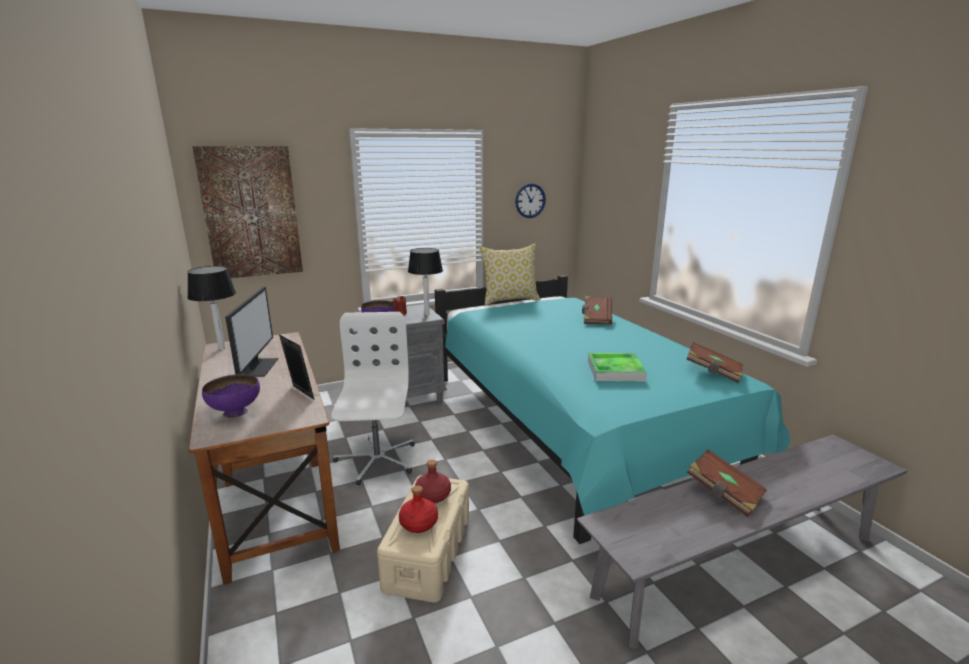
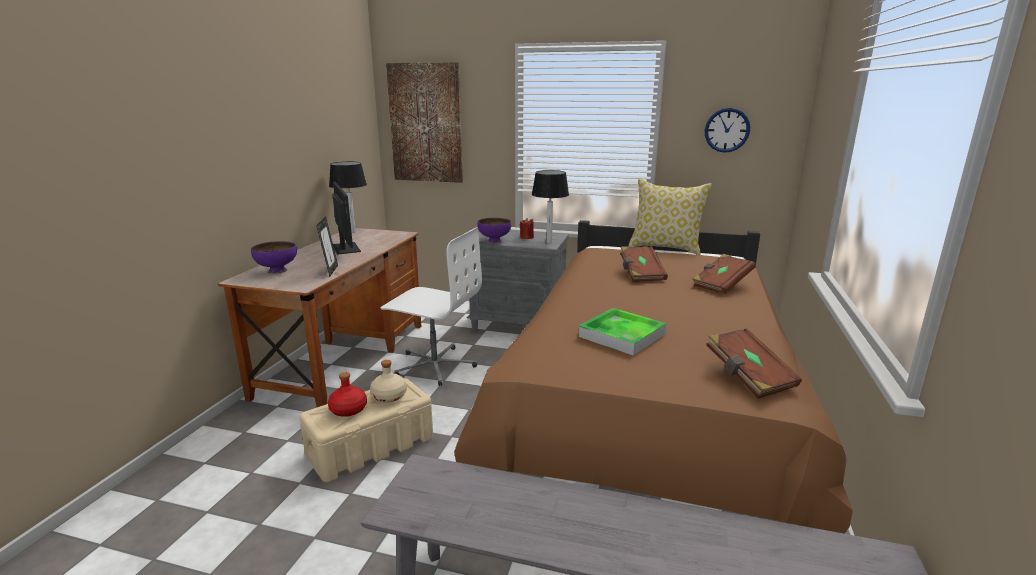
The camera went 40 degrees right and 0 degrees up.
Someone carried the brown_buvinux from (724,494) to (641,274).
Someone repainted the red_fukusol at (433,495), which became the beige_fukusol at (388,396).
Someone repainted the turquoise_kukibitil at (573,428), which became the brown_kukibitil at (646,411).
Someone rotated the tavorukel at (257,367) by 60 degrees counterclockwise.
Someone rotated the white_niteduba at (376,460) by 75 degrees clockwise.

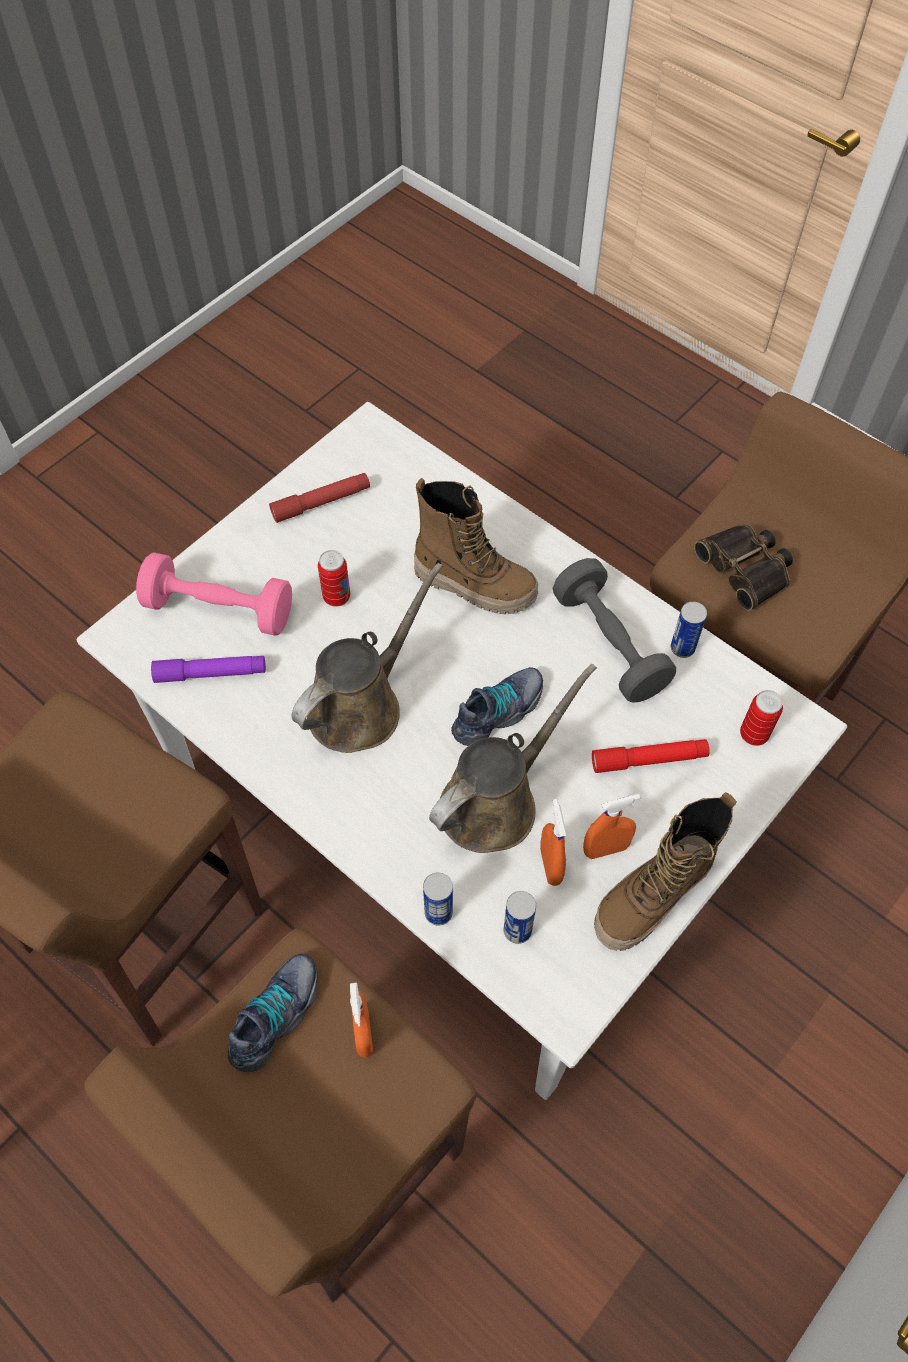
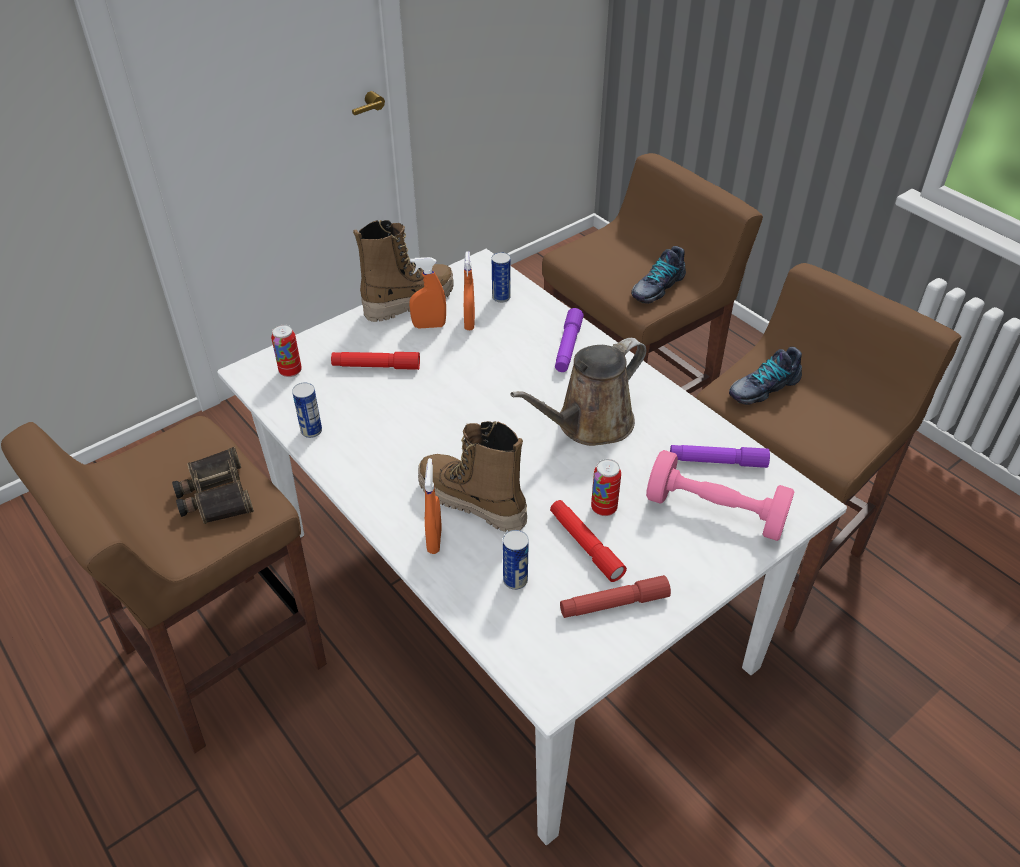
The camera went 170 degrees left and 15 degrees down.
Someone took away the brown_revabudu at (495,801).
Someone took away the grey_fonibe at (609,644).
Someone put down the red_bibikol at (585,545).
Someone put down the purple_bibikol at (568,346).
Someone carried the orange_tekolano from (363,1034) to (434,540).
Someone carried the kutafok from (438,912) to (515,580).
Someone carried the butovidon from (499,712) to (763,387).

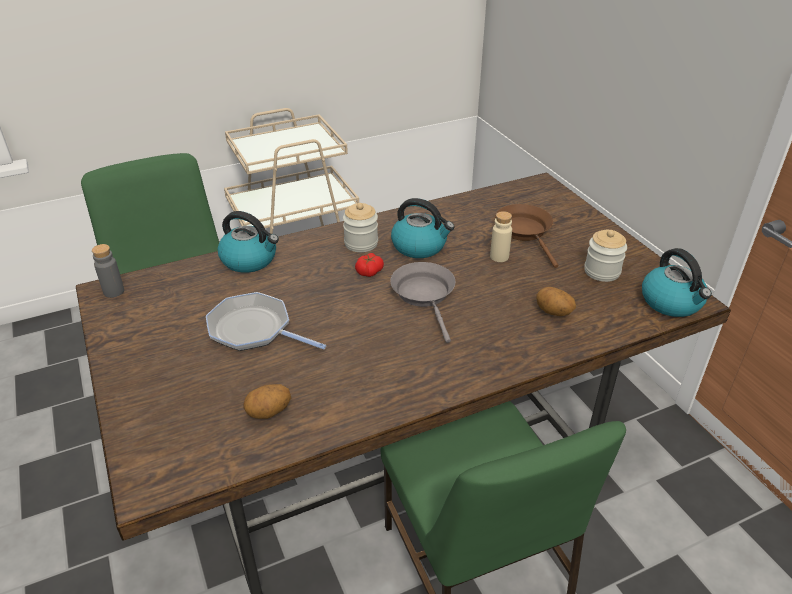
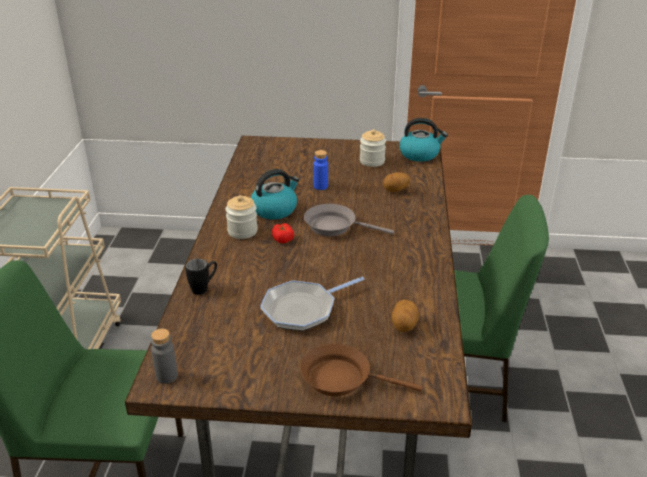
The camera went 60 degrees left and 5 degrees down.
Someone carried the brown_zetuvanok from (525,232) to (341,378).
Someone swapped the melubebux at (250,260) for the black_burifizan at (204,288).
Someone repainted the beige_fukusol at (499,257), which became the blue_fukusol at (320,186).

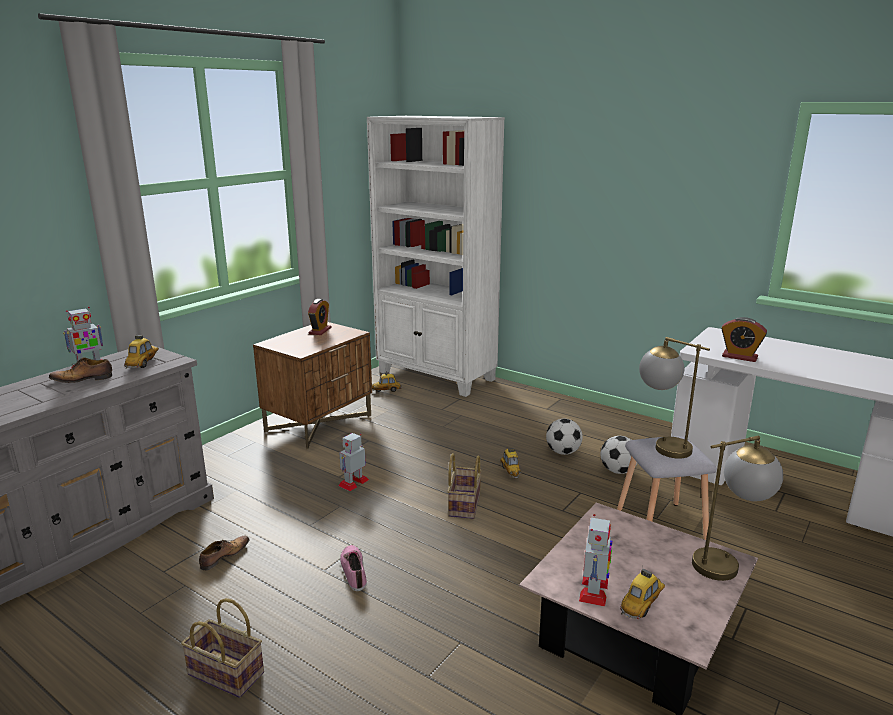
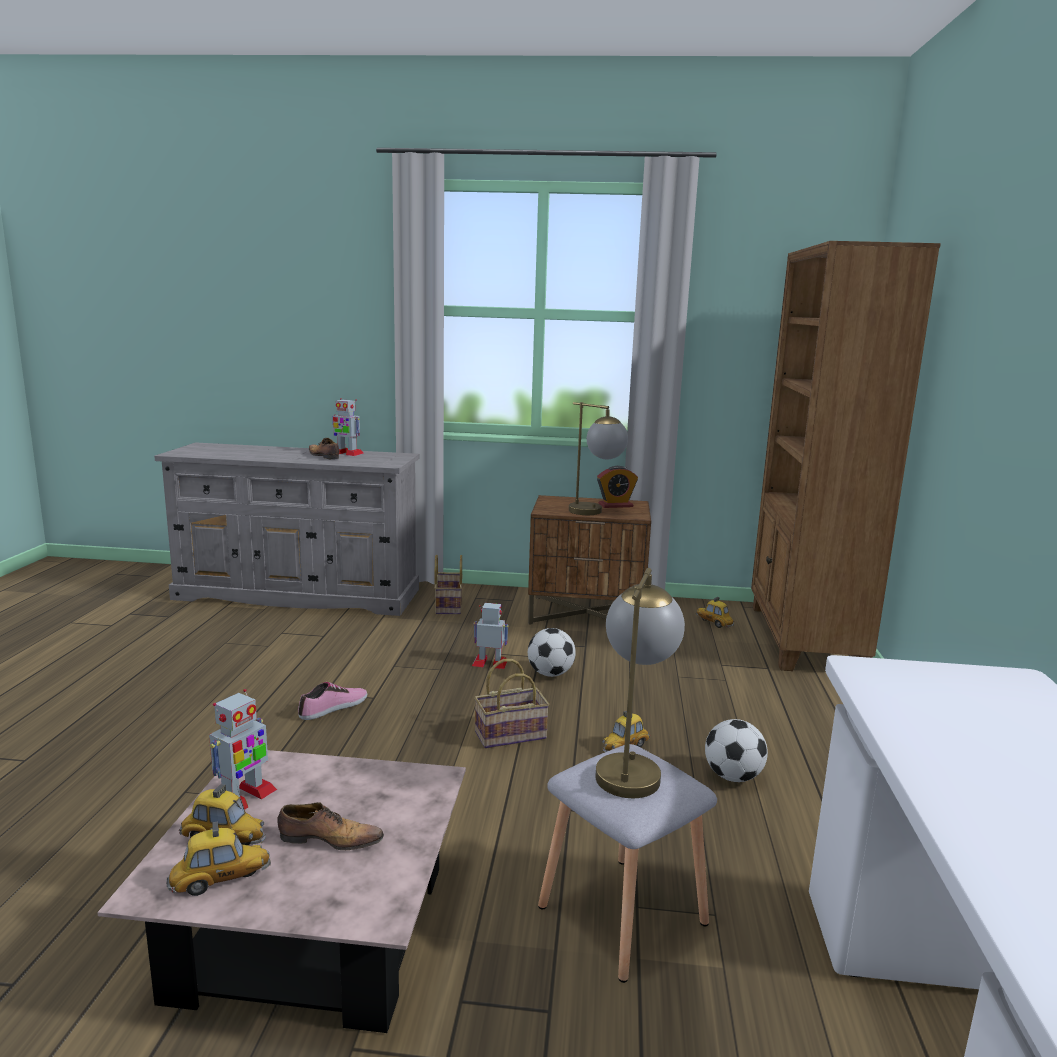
The camera went 60 degrees right and 5 degrees down.
Someone took away the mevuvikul at (739,357).
Someone carried the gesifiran from (143,363) to (220,881).
Someone carried the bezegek from (223,674) to (447,605).
Someone carried the butovidon from (224,556) to (329,840).
Someone carried the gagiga from (618,471) to (550,674).
Someone carried the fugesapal from (727,562) to (595,513).
Someone repainted the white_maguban at (436,376), which became the brown_maguban at (803,639).
Someone rotated the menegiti at (594,591) by 45 degrees counterclockwise.

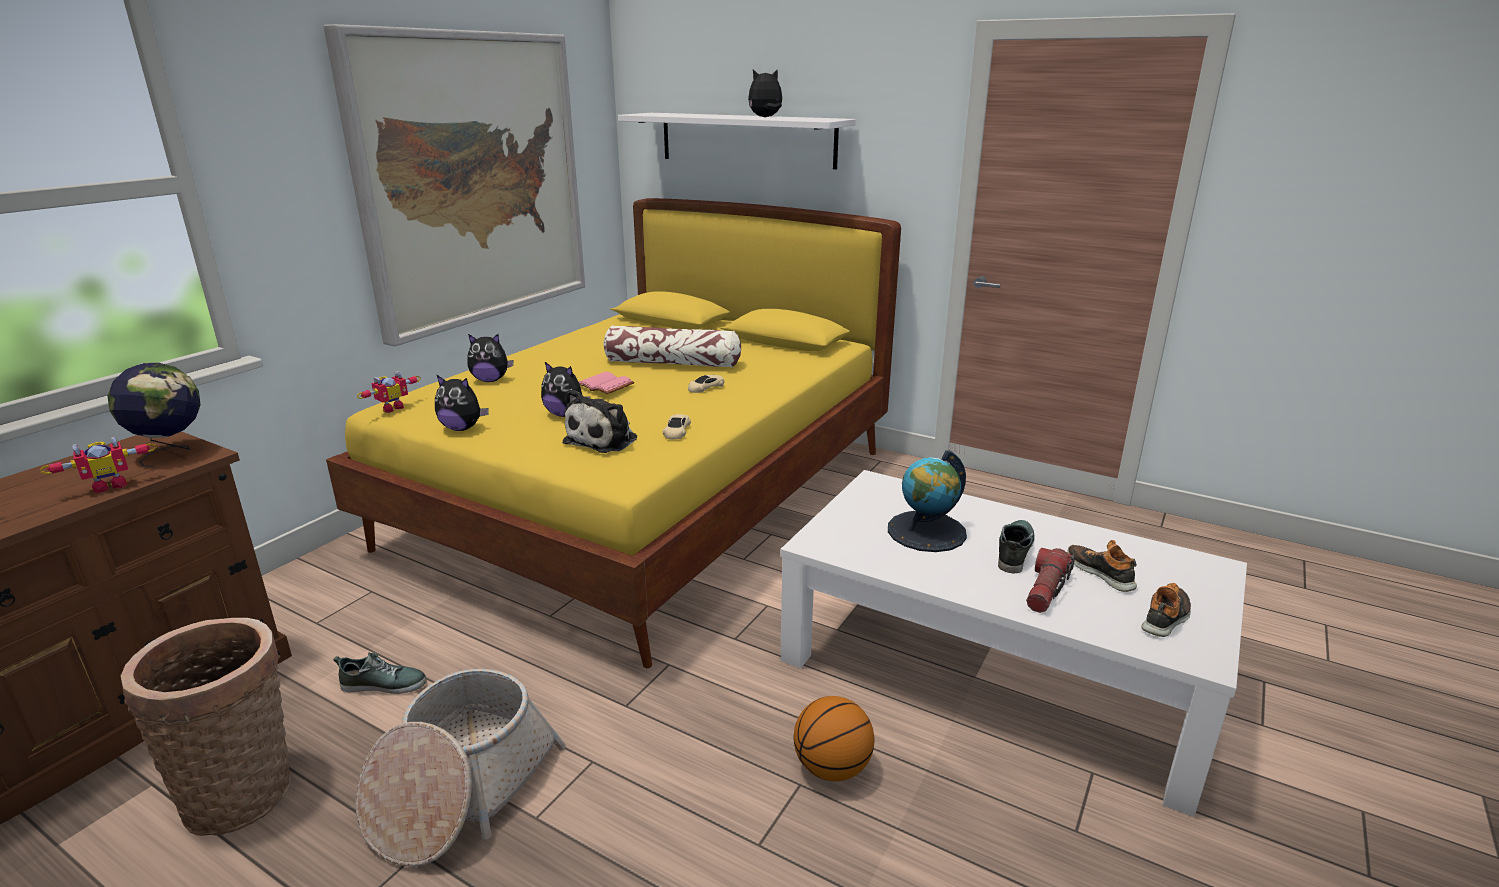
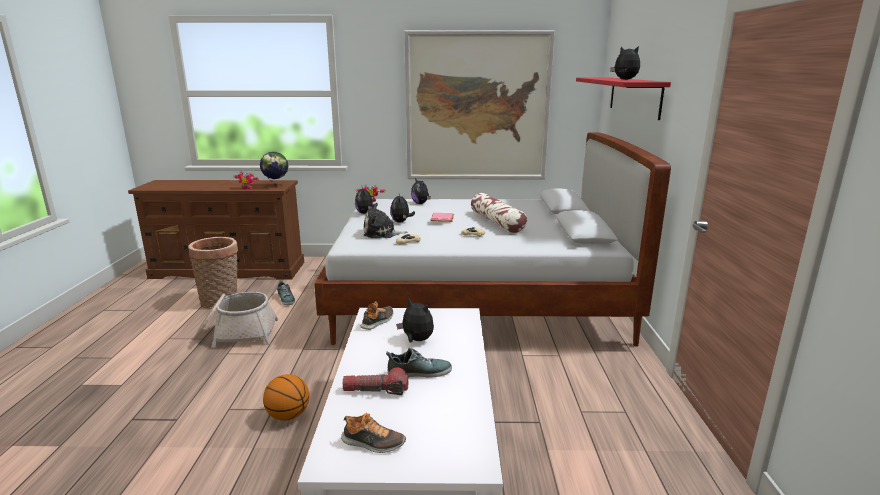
The camera went 60 degrees right and 5 degrees down.
Someone carried the butovidon from (1101,573) to (378,321).
Someone swapped the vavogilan at (926,531) for the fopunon at (416,340).
Someone repainted the yellow_kukibitil at (650,499), which became the white_kukibitil at (475,299).
Someone repainted the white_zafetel at (746,139), which became the red_zafetel at (634,96).

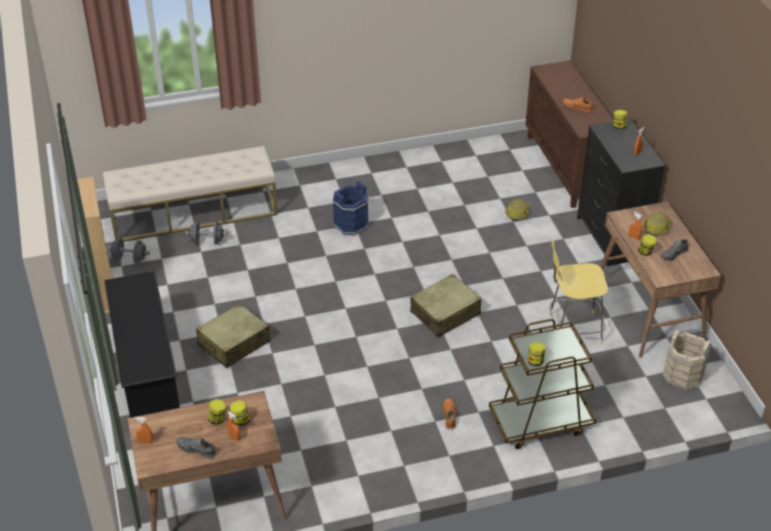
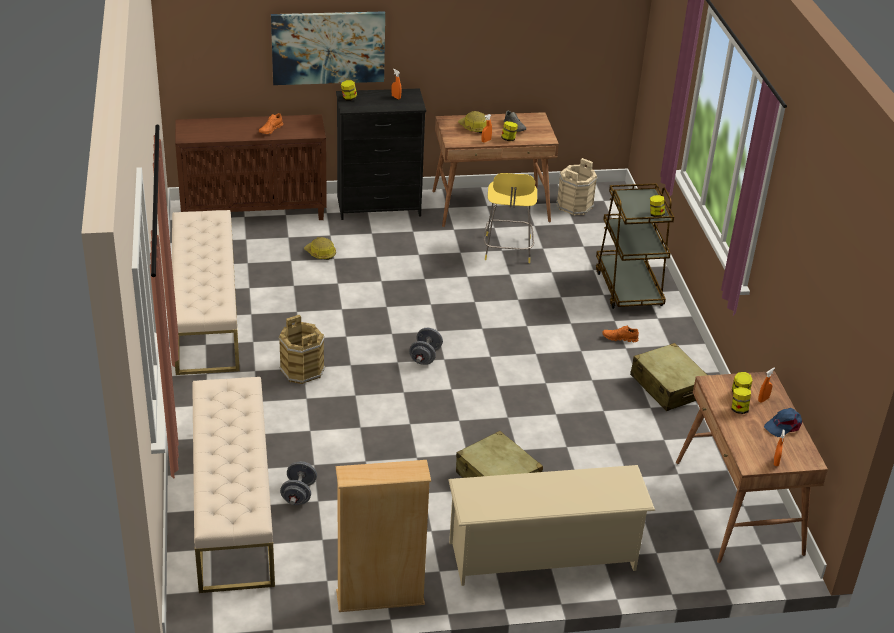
The camera went 85 degrees left and 5 degrees down.
Someone put down the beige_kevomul at (206,313).
Someone put up the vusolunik at (328,47).
Someone carried the grey_fonibe from (130,259) to (425,356).
Someone carried the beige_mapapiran from (445,313) to (668,386).
Someone swapped the grey_butovidon at (196,450) for the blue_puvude at (783,426).
Someone repainted the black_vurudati at (148,374), which became the beige_vurudati at (543,556).
Someone repainted the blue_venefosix at (351,224), which became the brown_venefosix at (302,370).

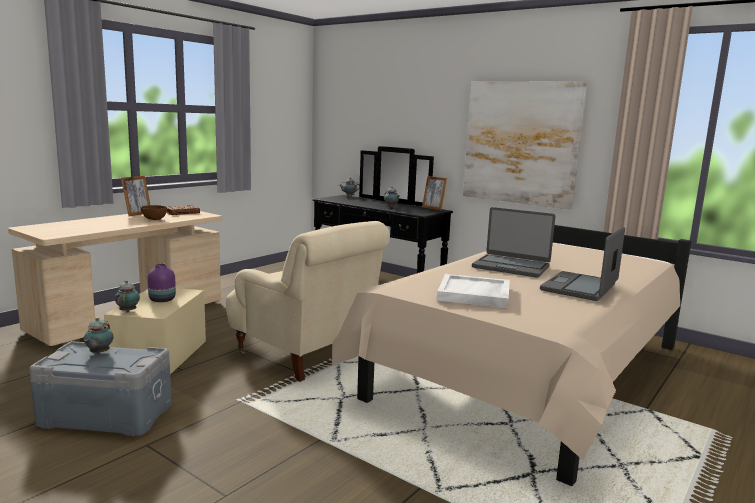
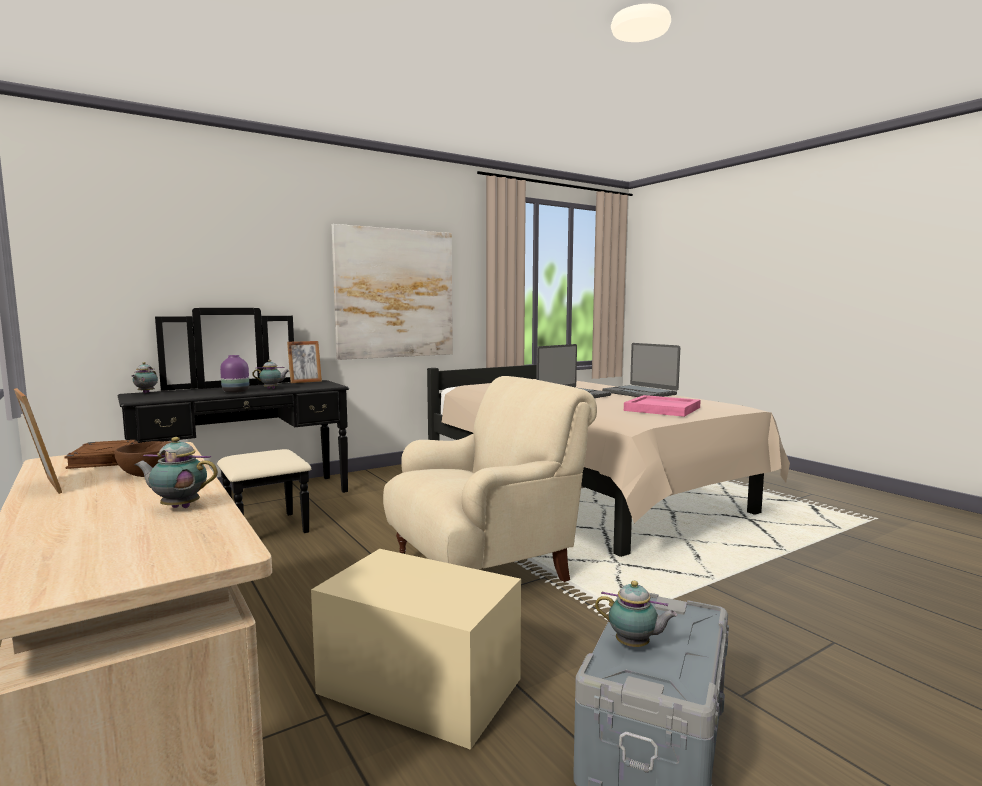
The camera went 70 degrees left and 5 degrees down.
Someone carried the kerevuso from (128,311) to (178,507).
Someone carried the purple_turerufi from (163,300) to (236,391).
Someone repainted the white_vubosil at (474,294), which became the pink_vubosil at (663,409).

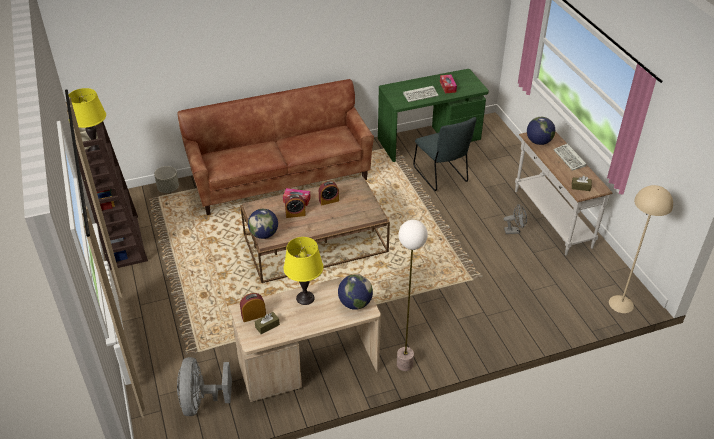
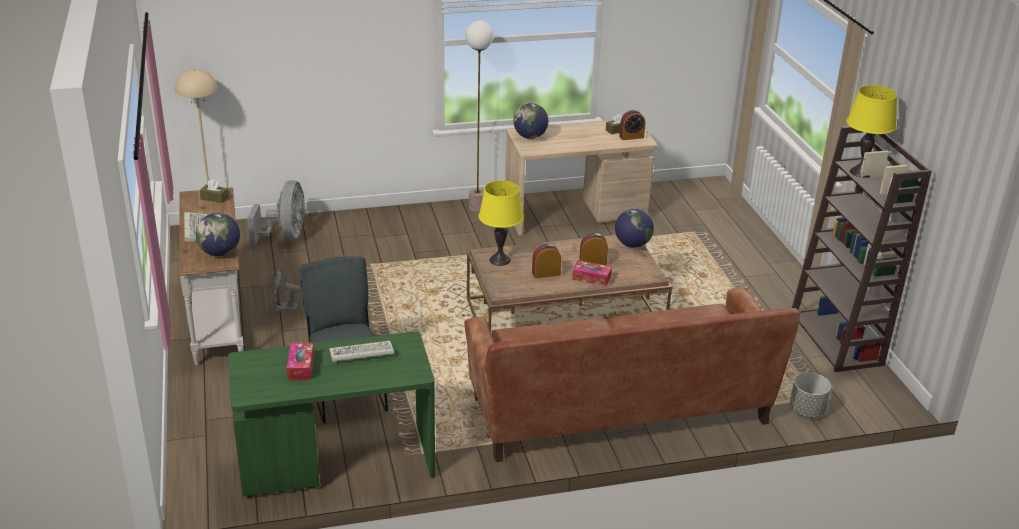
The camera went 175 degrees left and 10 degrees down.
Someone carried the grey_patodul from (201,401) to (285,236).
Someone carried the yellow_fugesapal from (305,298) to (500,260).

